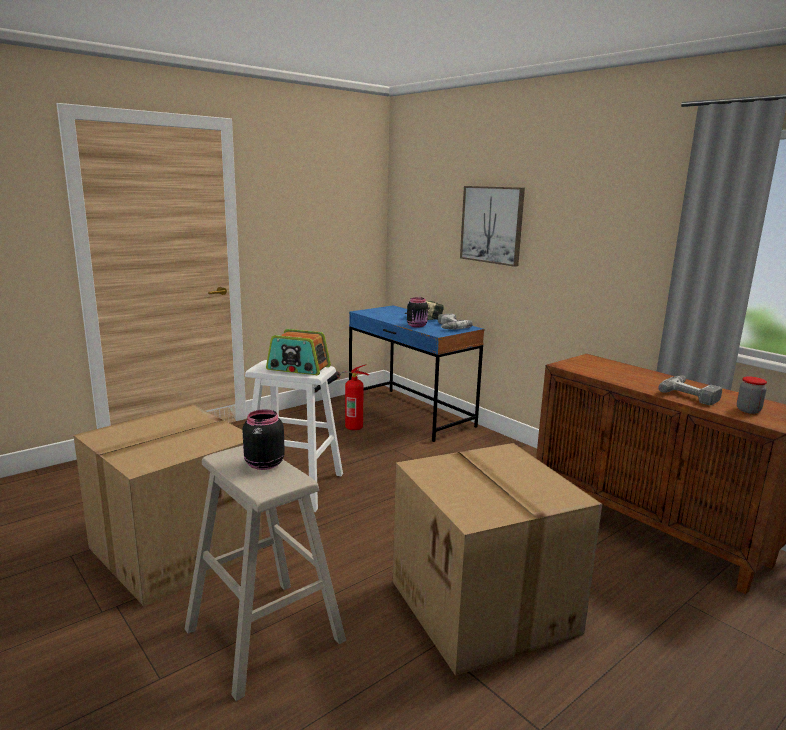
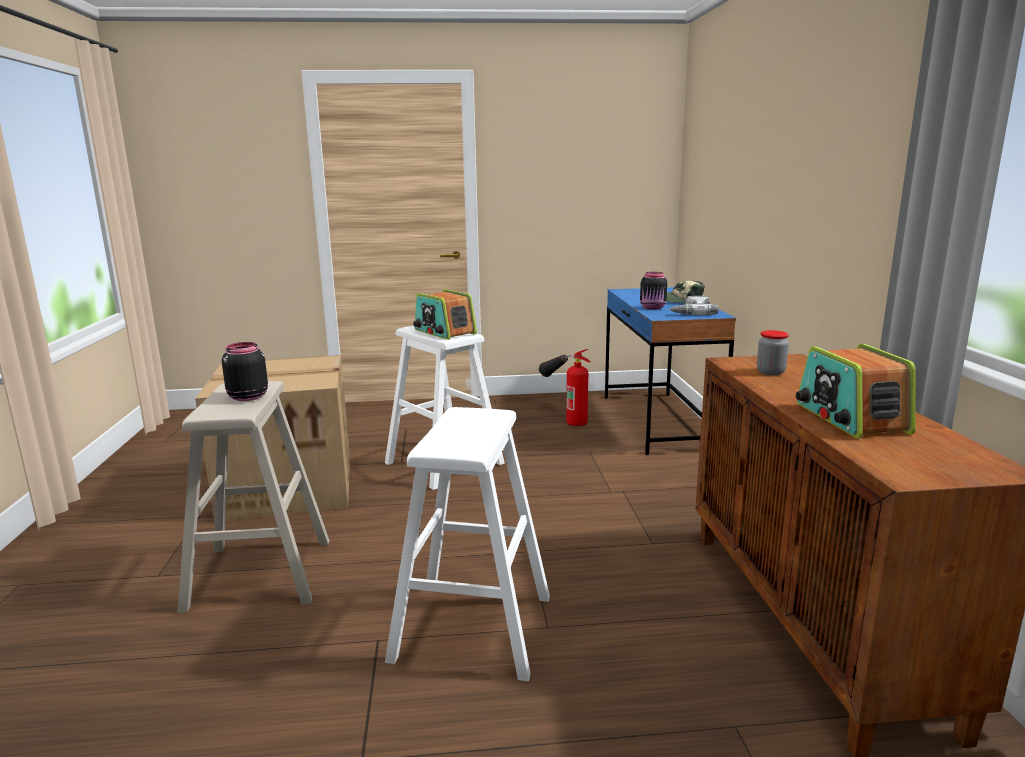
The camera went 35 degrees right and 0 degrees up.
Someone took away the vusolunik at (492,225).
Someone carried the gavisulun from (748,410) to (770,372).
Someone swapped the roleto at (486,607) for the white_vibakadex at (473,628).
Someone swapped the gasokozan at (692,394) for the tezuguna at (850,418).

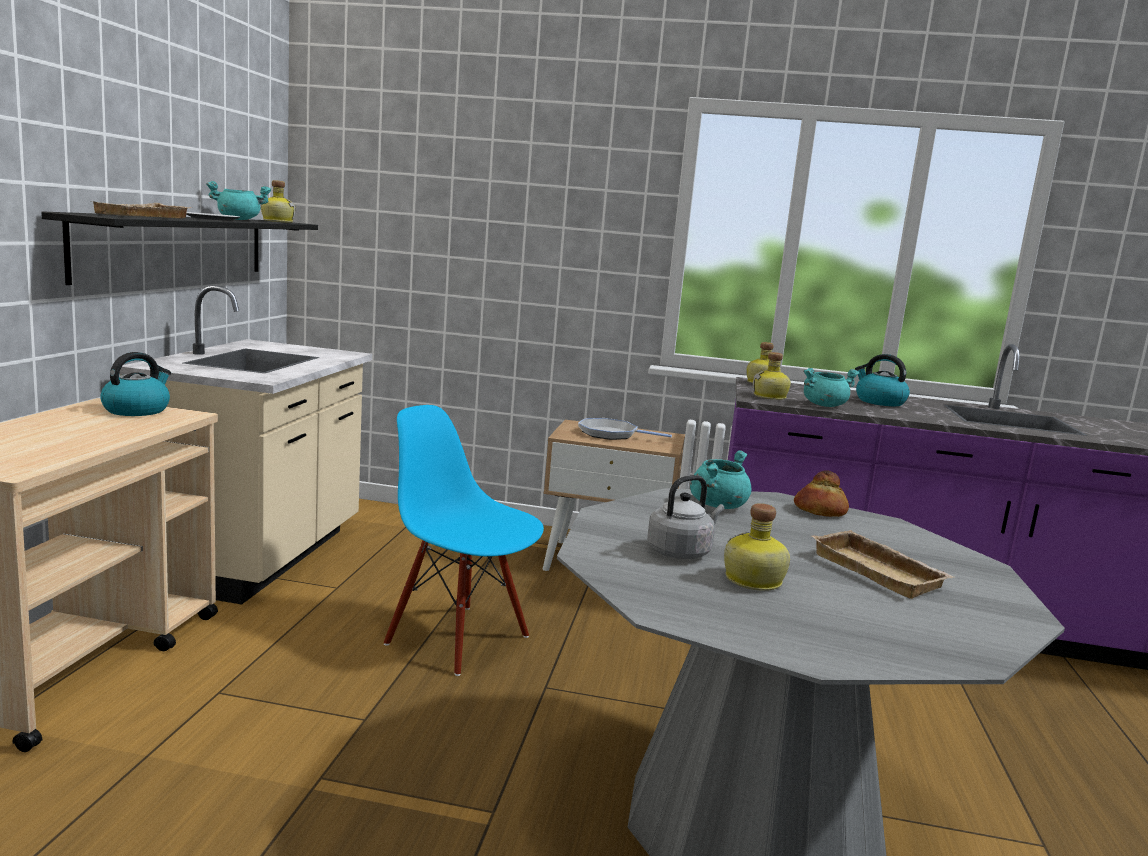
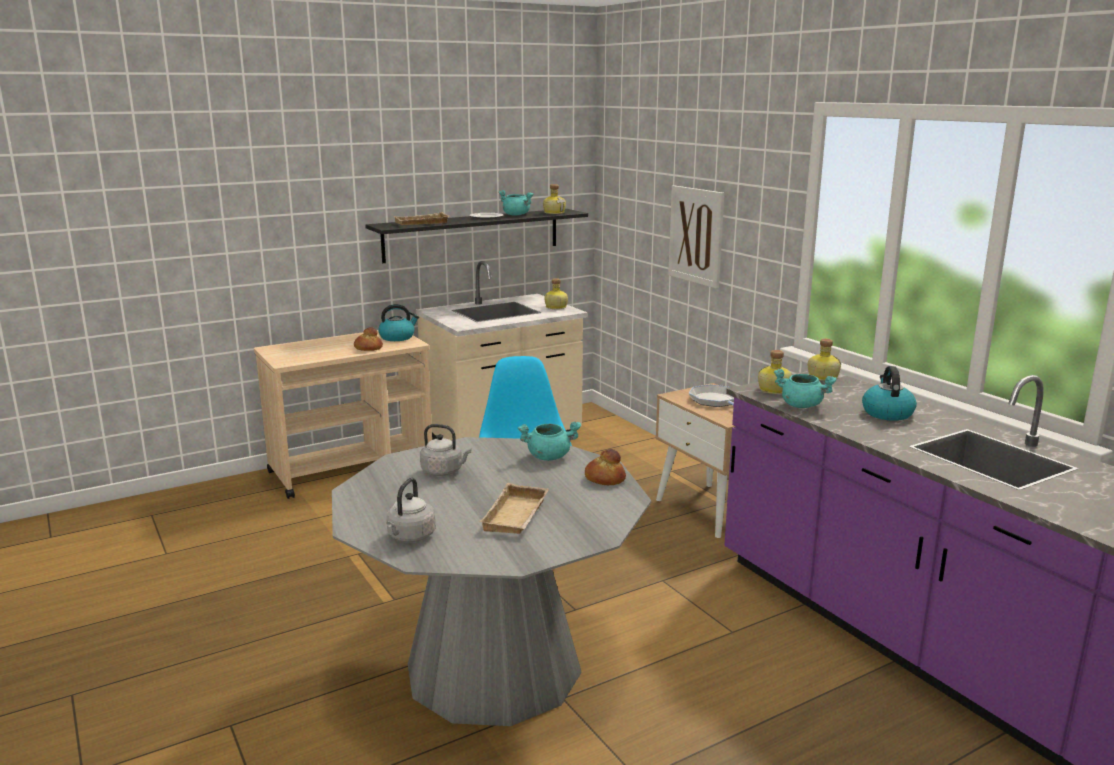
The camera went 50 degrees right and 5 degrees up.
Someone put down the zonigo at (368,348).
Someone put down the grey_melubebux at (410,537).
Someone put up the vusolunik at (696,235).
Someone carried the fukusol from (753,581) to (555,307).

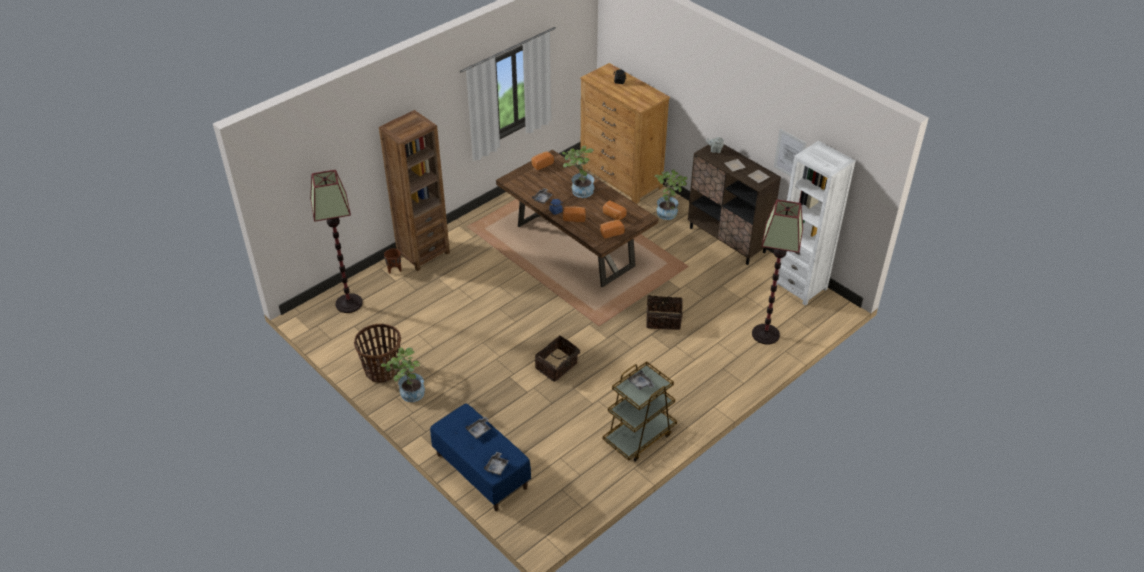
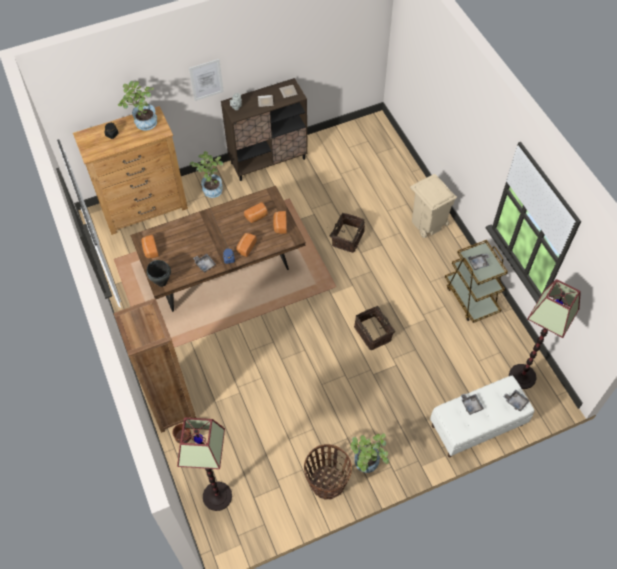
The camera went 70 degrees left and 15 degrees up.
Someone took away the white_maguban at (800,286).
Someone put down the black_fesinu at (162,283).
Someone put down the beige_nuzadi at (427,223).
Someone carried the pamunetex from (579,190) to (143,124).
Someone carried the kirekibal from (765,334) to (522,376).
Someone carried the vusolunik from (790,154) to (206,79).
Someone repainted the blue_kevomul at (481,471), which became the white_kevomul at (477,426).

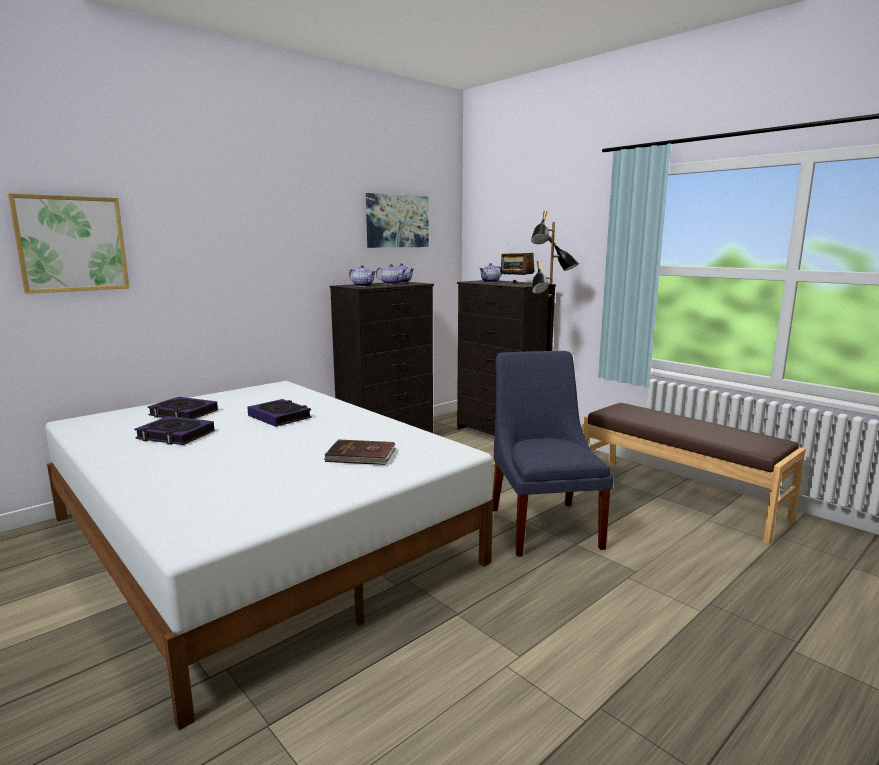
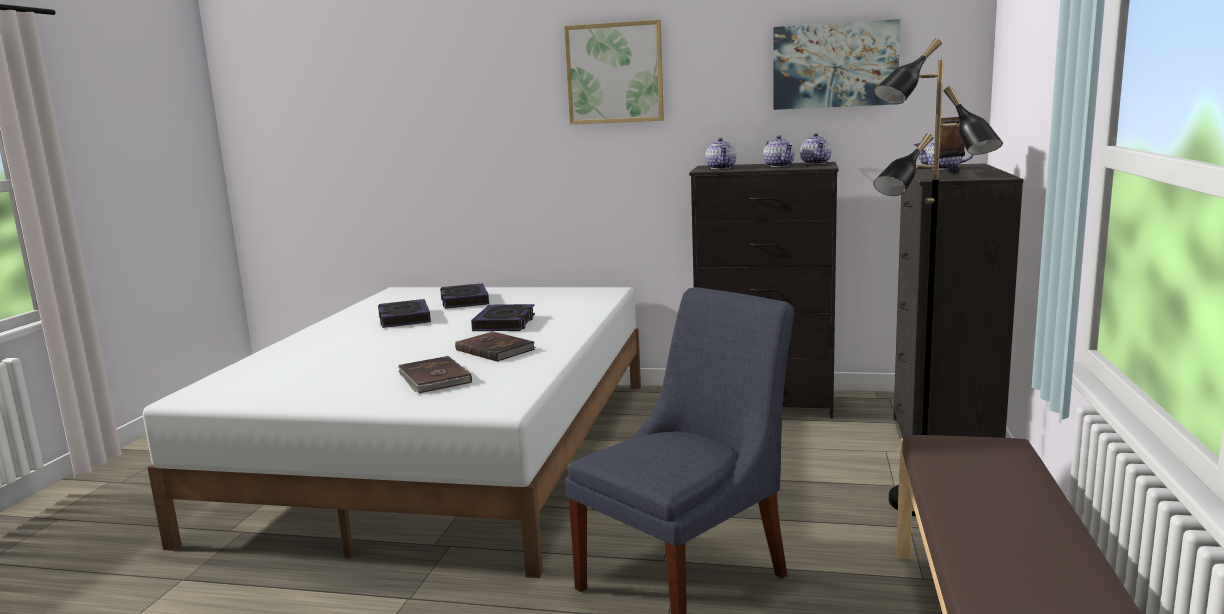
The camera went 55 degrees right and 0 degrees up.
Someone put down the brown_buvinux at (495,349).
Someone carried the vusolunik from (71,244) to (615,73).

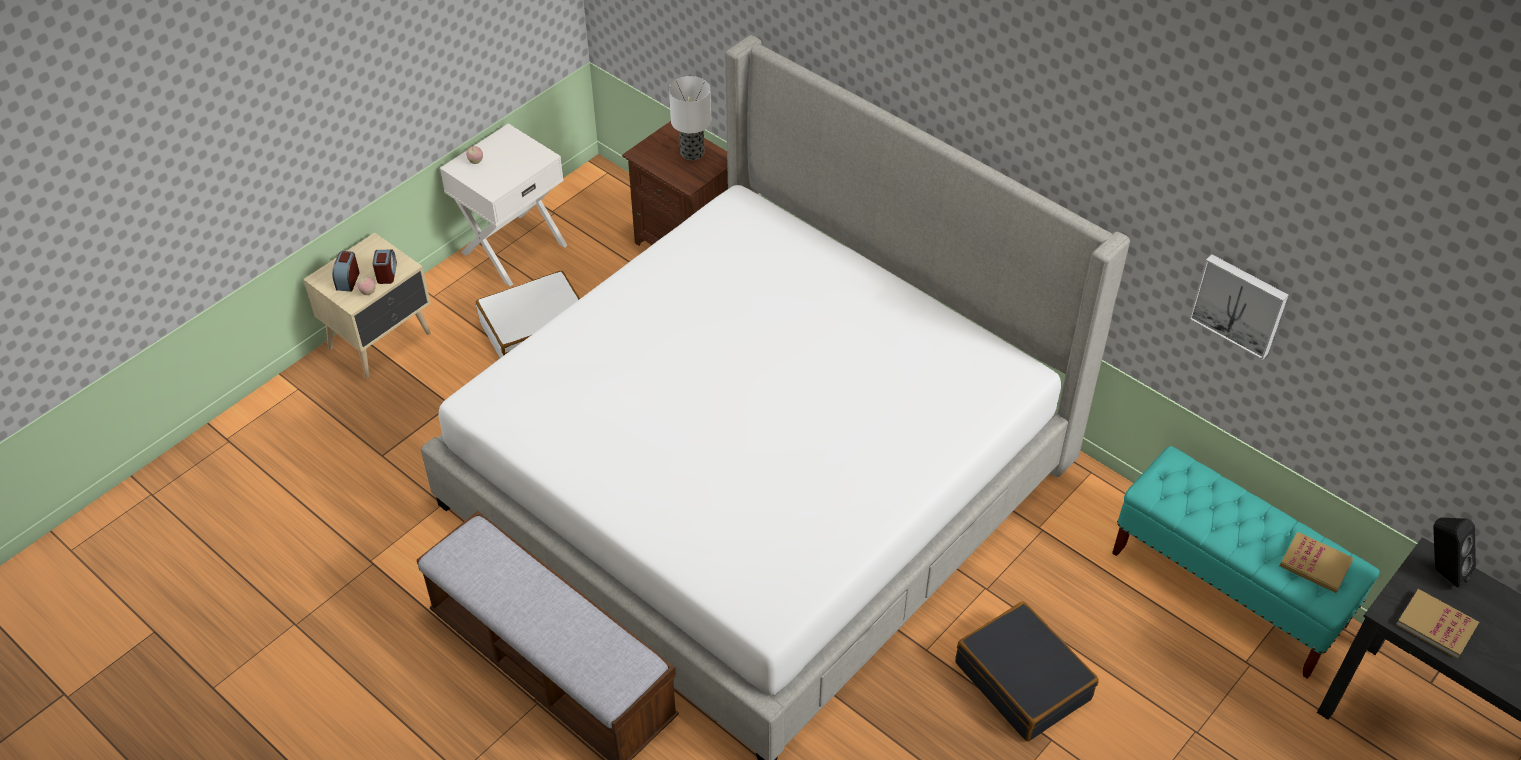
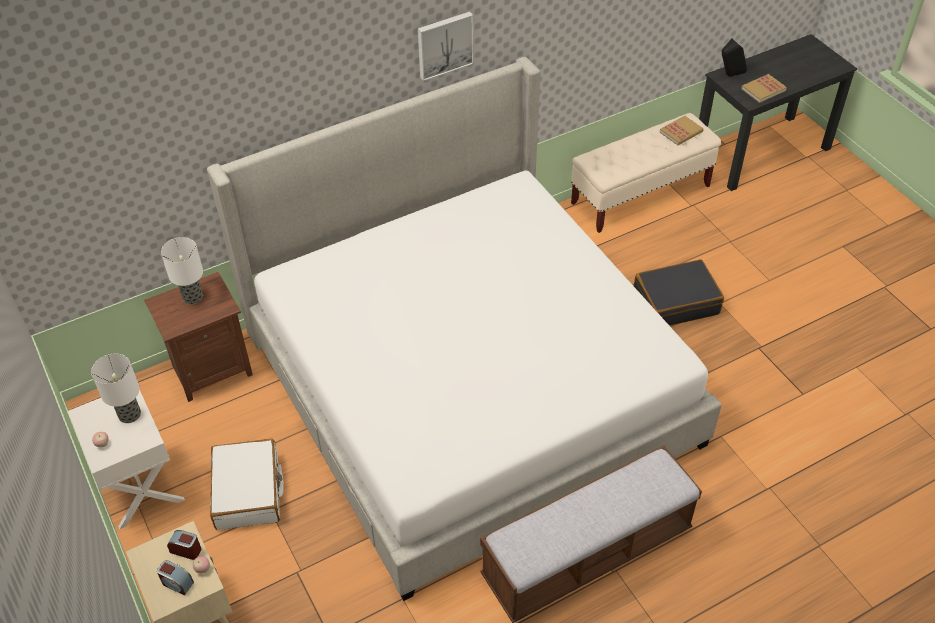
The camera went 70 degrees left and 0 degrees up.
Someone put down the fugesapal at (129,414).
Someone carried the vusolunik from (1239,304) to (444,44).
Someone repainted the turquoise_kevomul at (1228,589), which became the beige_kevomul at (641,195).

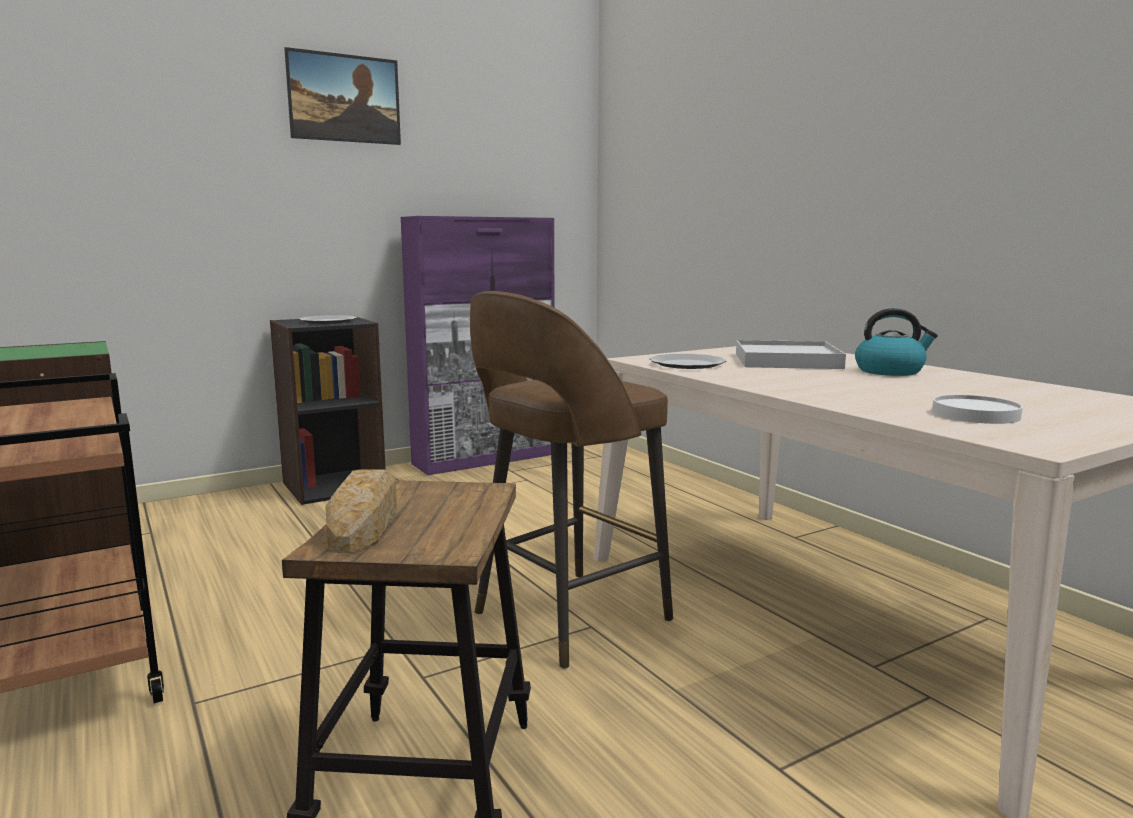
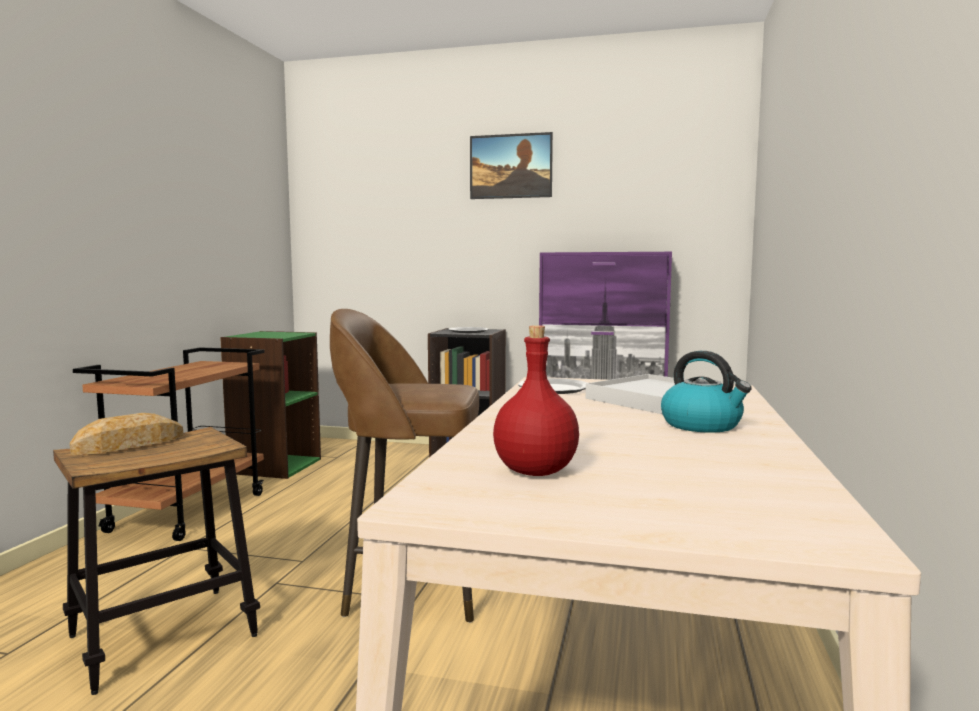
The camera went 45 degrees right and 5 degrees down.
Someone swapped the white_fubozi at (975,414) for the red_fukusol at (534,472).

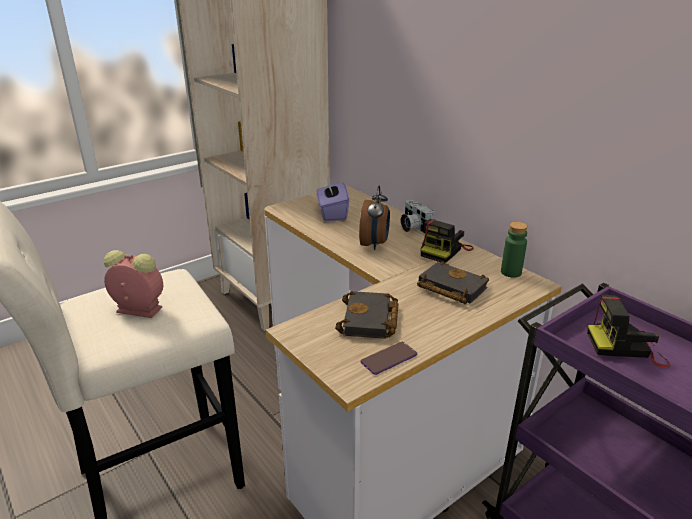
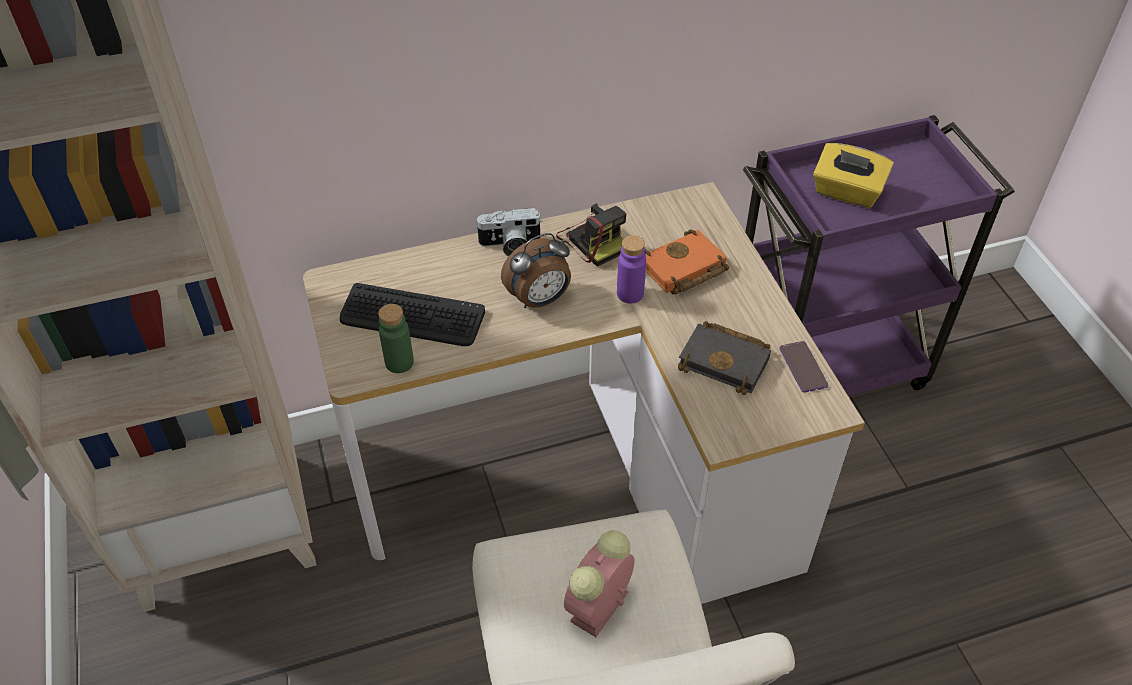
The camera went 70 degrees left and 20 degrees up.
Someone put down the purple_fukusol at (630,294).
Someone carried the green_fukusol from (511,272) to (399,362).
Someone swapped the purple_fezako at (332,213) for the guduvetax at (412,317).
Someone swapped the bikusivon at (627,347) for the yellow_fezako at (847,192).
Someone repainted the black_buvinux at (449,288), which became the orange_buvinux at (682,269).
Someone rotated the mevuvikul at (374,244) by 120 degrees clockwise.

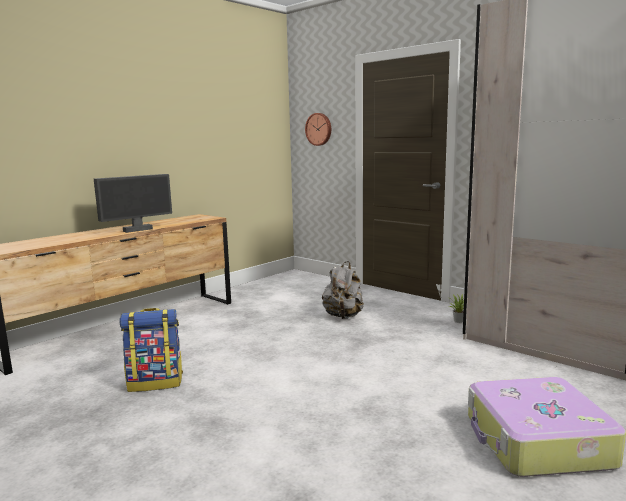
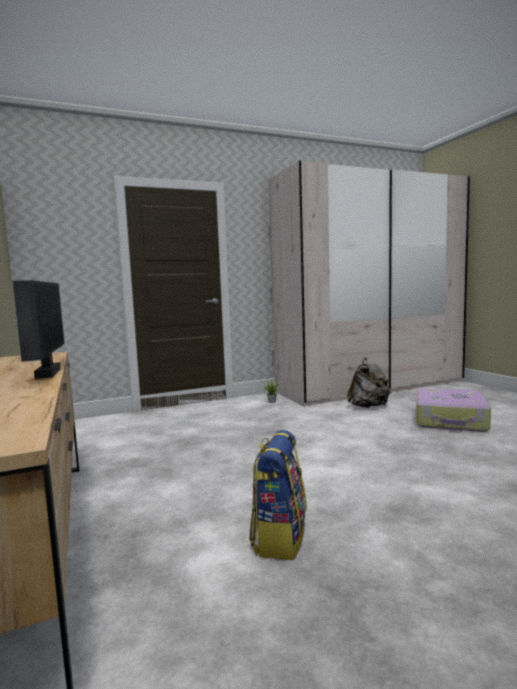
The camera went 65 degrees left and 5 degrees down.
Someone took away the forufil at (319,129).
Someone carried the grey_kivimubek from (343,316) to (369,406).

